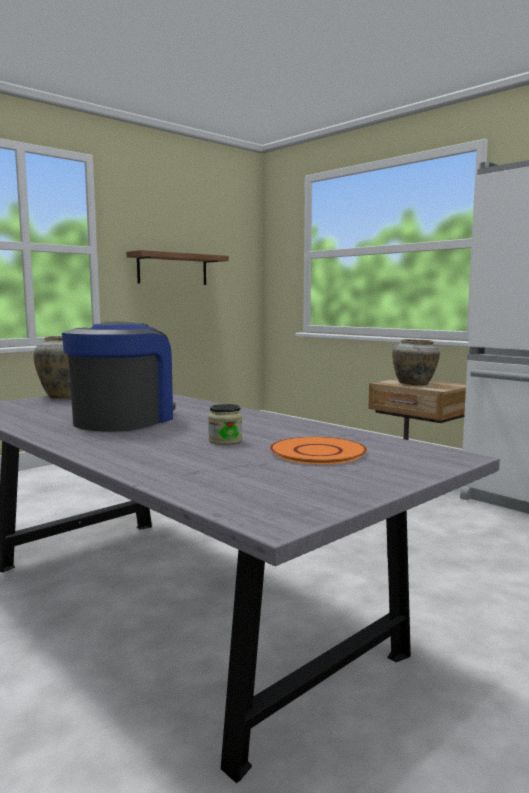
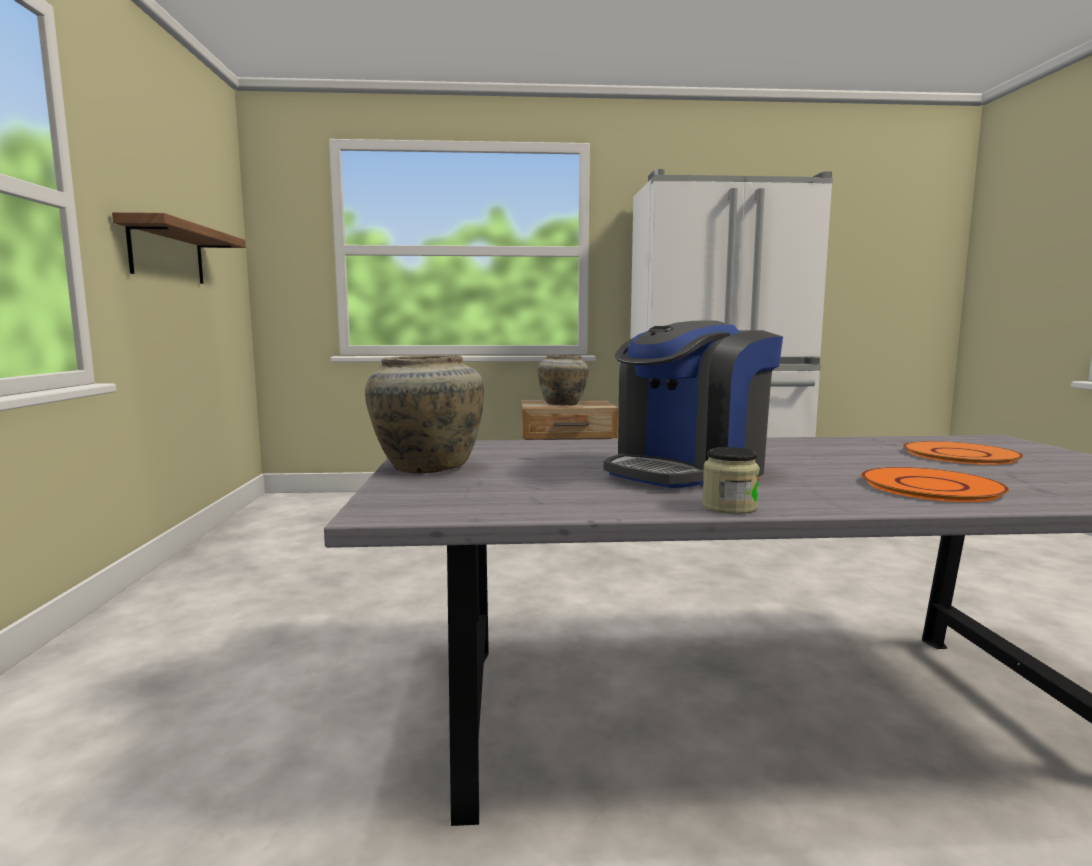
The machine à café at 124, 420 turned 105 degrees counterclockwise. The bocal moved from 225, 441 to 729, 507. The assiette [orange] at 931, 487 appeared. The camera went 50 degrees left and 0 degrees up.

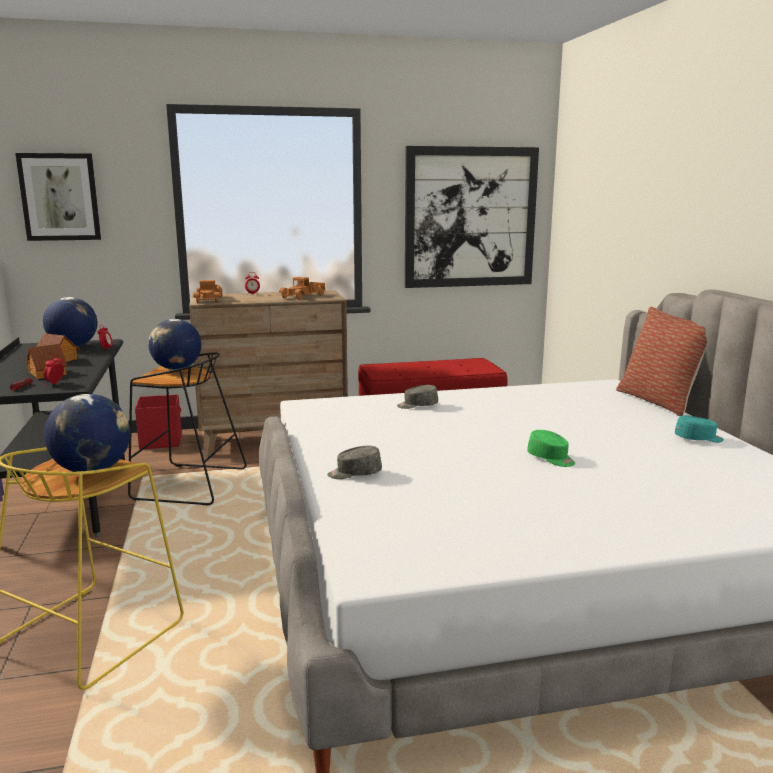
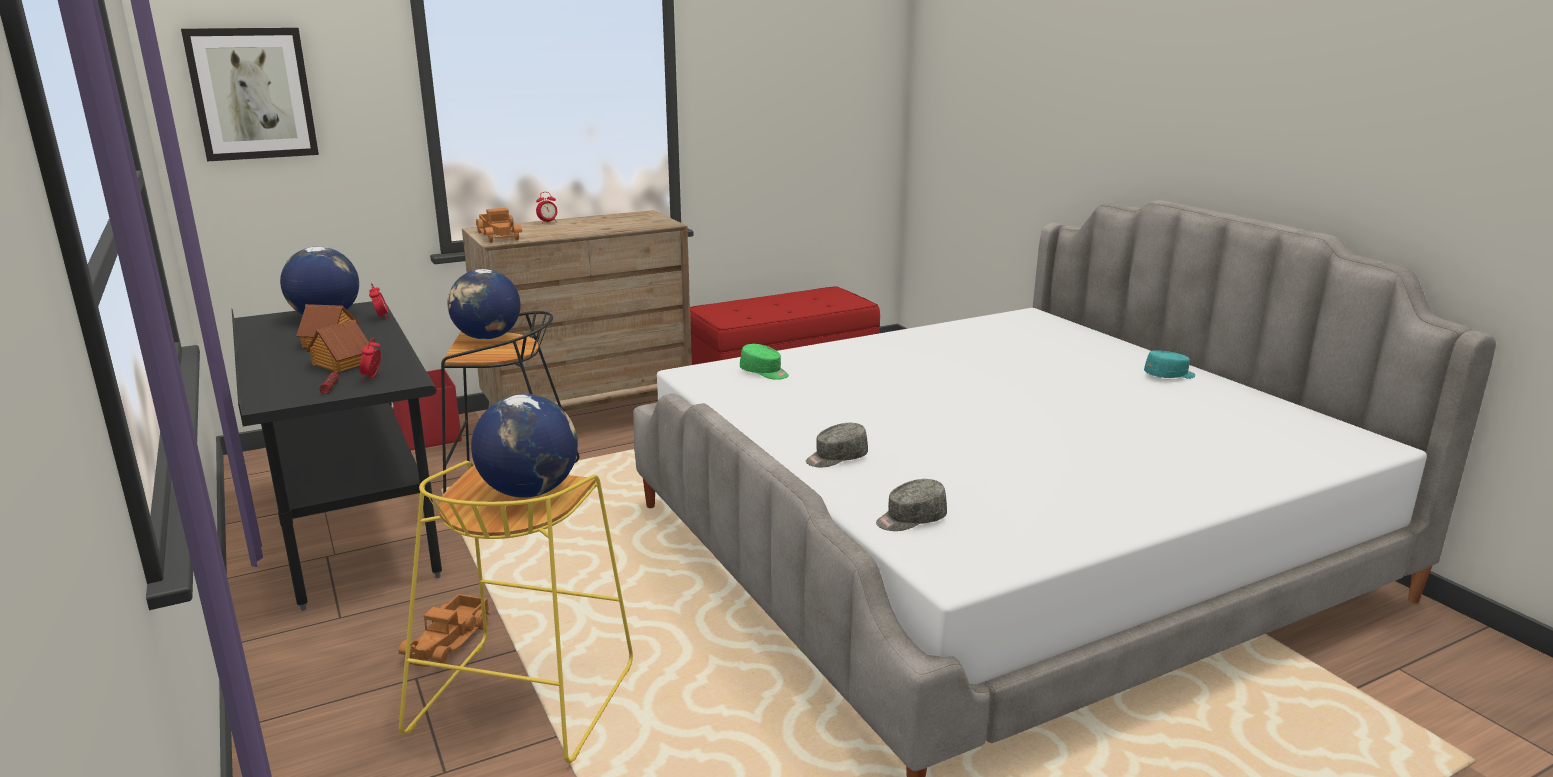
The tableau at 470, 217 disappeared. The camion jouet moved from 304, 296 to 450, 641. The coussin at 660, 401 disappeared. The casquette [gris] moved from 417, 405 to 910, 519. The casquette [vert] moved from 551, 458 to 764, 372. The camera went 15 degrees left and 5 degrees up.

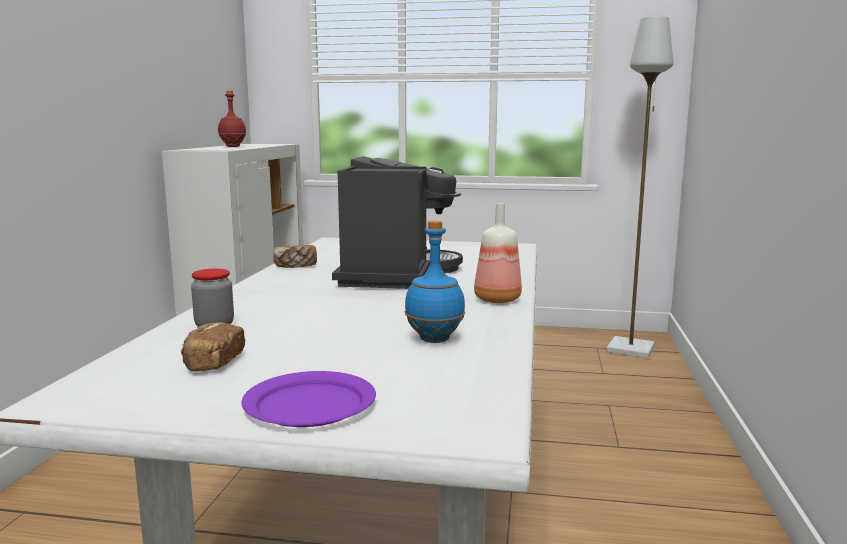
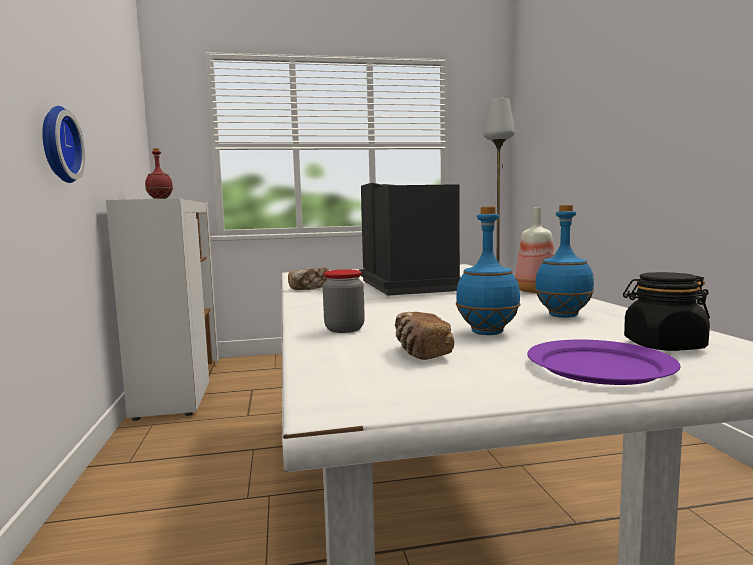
The horloge murale at 56, 145 appeared. The bouteille [bleu] at 488, 332 appeared. The bocal [noir] at 663, 345 appeared. The camera went 20 degrees left and 5 degrees down.

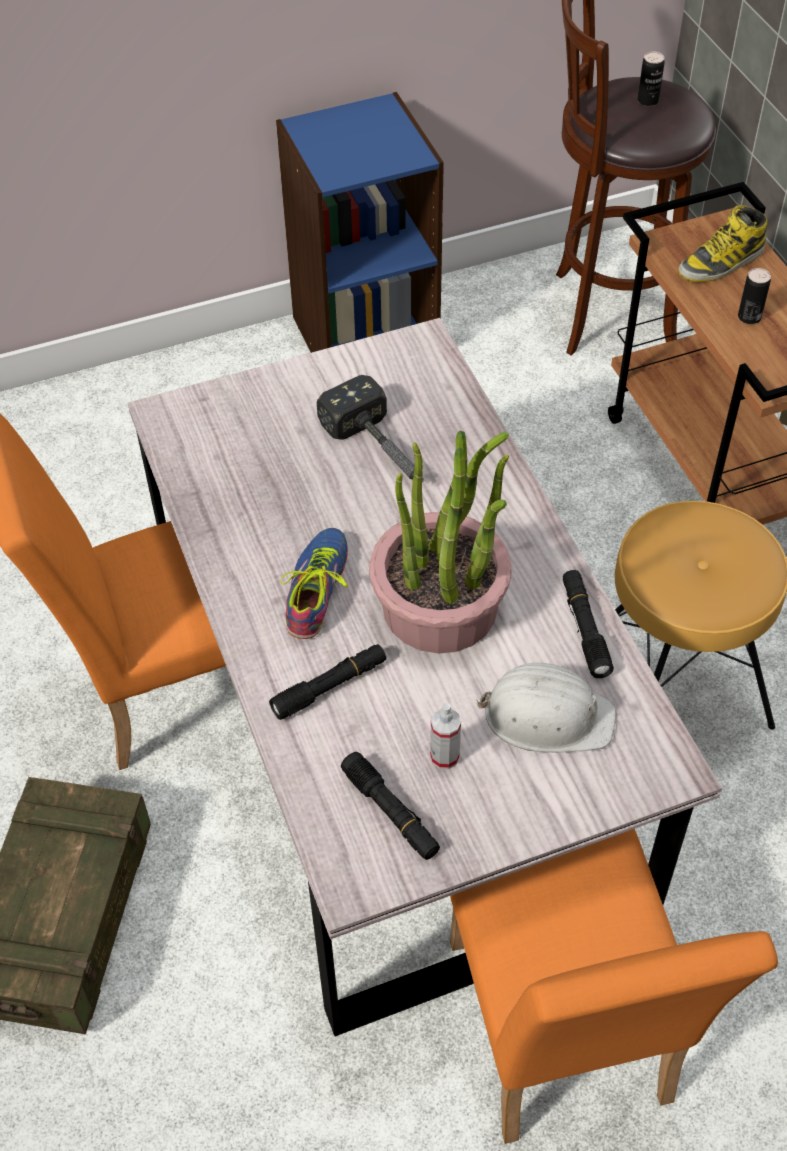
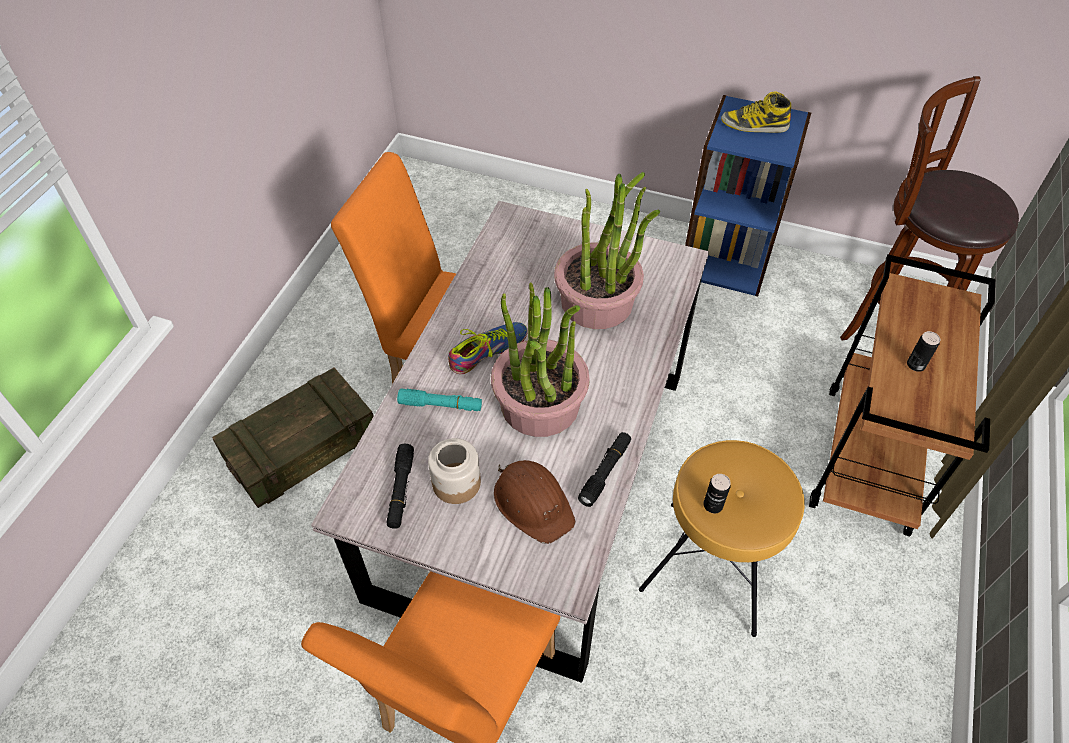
The boîte métallique moved from 647, 101 to 713, 505. The botte moved from 721, 263 to 754, 125. The marteau at 380, 451 was replaced by the plante en pot at 597, 302. The lampe de poche [noir] at 330, 687 became the lampe de poche [turquoise] at 440, 405. The casque de chantier [blanc] at 547, 715 became the casque de chantier [marron] at 533, 502. The vaporisateur at 444, 757 was replaced by the bocal at 457, 483. The camera went 40 degrees right and 0 degrees up.

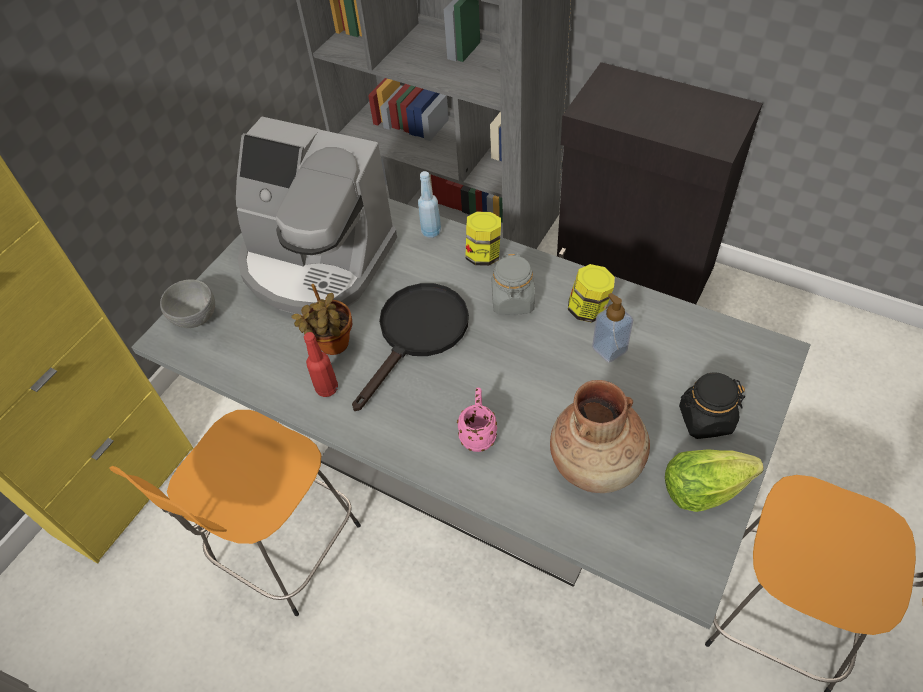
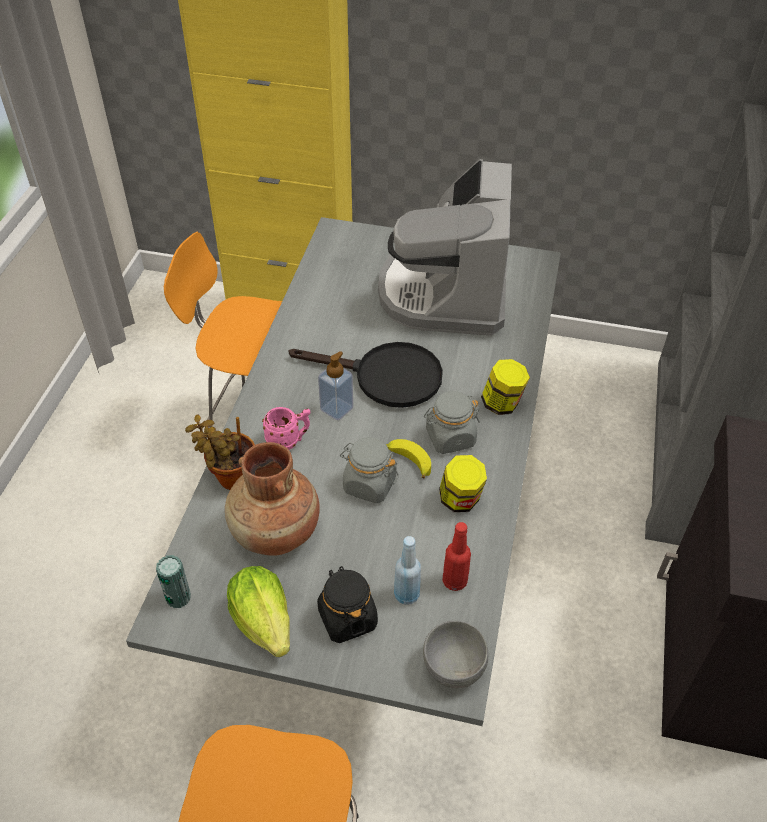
The bouteille [bleu] moved from 431, 232 to 407, 595. The bol [gris] moved from 195, 317 to 454, 667. The plante en pot moved from 332, 346 to 230, 478. The distributeur de savon moved from 609, 349 to 336, 409. The bouteille [rouge] moved from 327, 389 to 454, 581. The bocal [gris] at 369, 484 appeared. The banane at 408, 461 appeared. The boîte métallique at 178, 597 appeared. The camera went 70 degrees right and 5 degrees down.

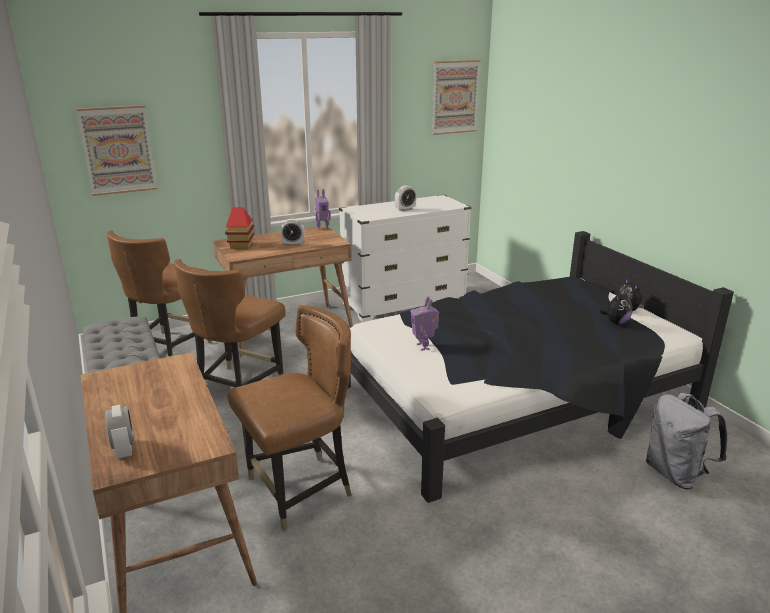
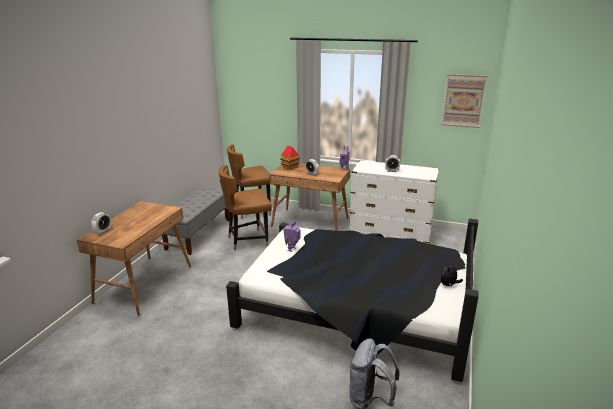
The tableau at 118, 150 disappeared. The peluche at 616, 322 disappeared. The chaise [marron] at 300, 490 disappeared. The camera went 45 degrees right and 0 degrees up.

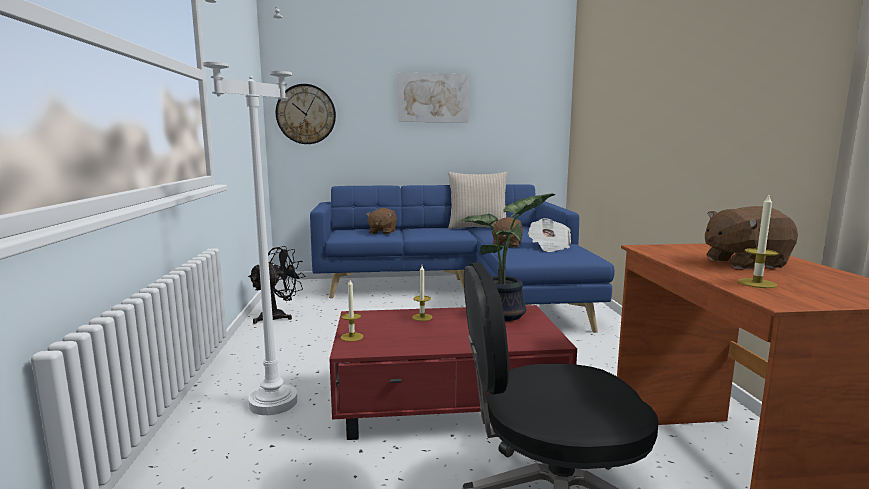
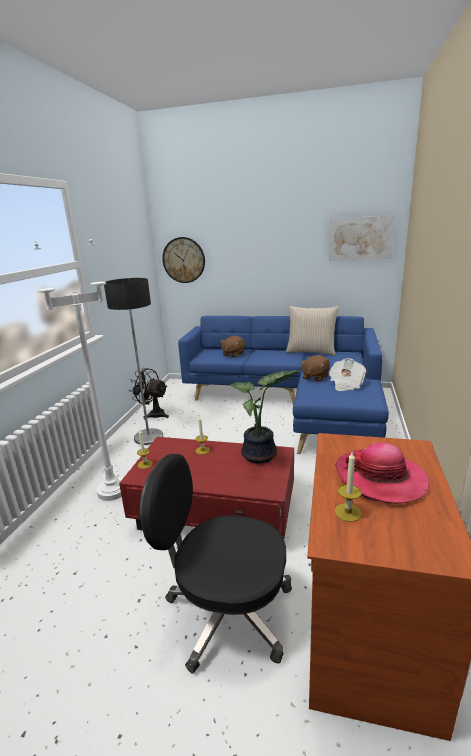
The tableau moved from 433, 98 to 360, 238. The peluche [marron] at 743, 263 was replaced by the chapeau at 380, 478. The ventilateur [noir] at 278, 316 turned 120 degrees counterclockwise. The lampadaire at 149, 437 appeared. The camera went 20 degrees right and 10 degrees up.

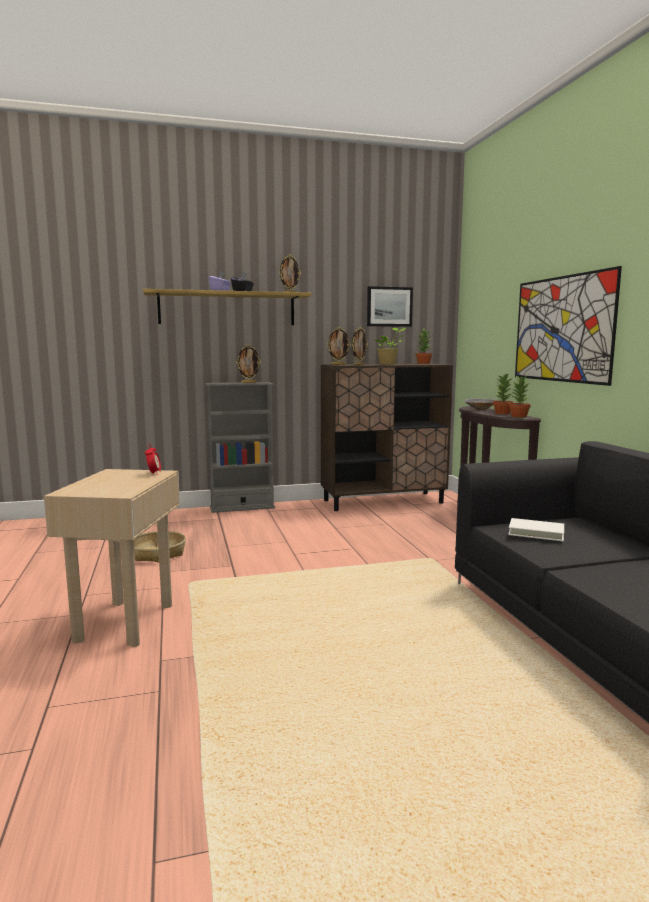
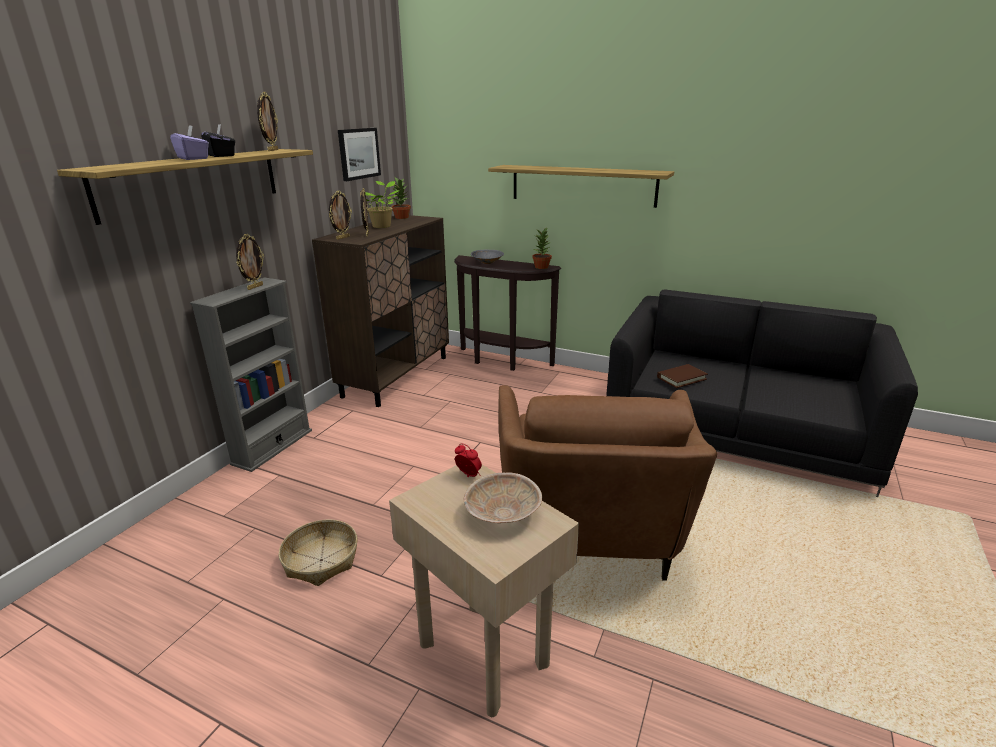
The tableau at 561, 329 was replaced by the étagère at 582, 185. The plante en pot at 502, 413 disappeared. The livre [blanc] at 536, 533 became the livre [marron] at 681, 378. The fauteuil [marron] at 590, 529 appeared. The bol [beige] at 502, 514 appeared. The camera went 50 degrees left and 15 degrees up.

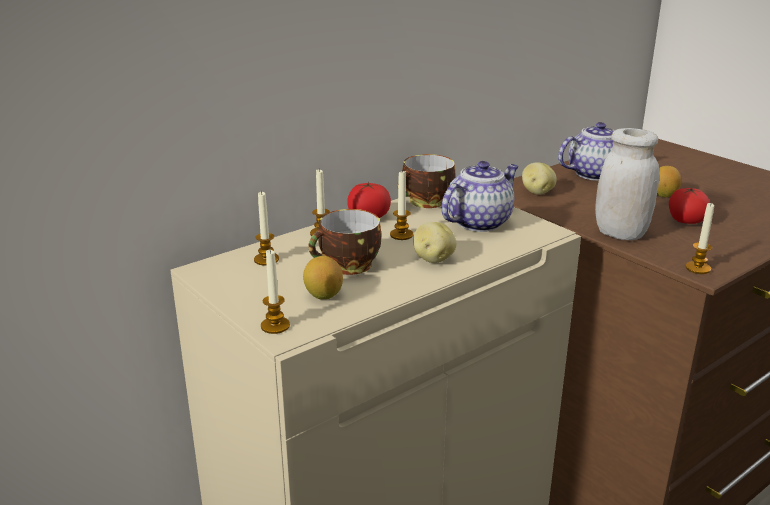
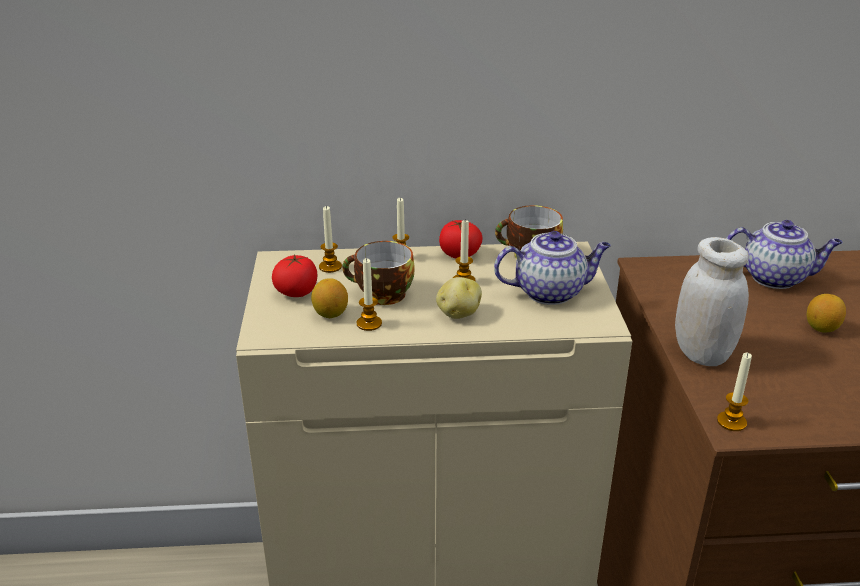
The pomme de terre at 536, 192 disappeared. The tomate moved from 686, 221 to 296, 292. The bougie moved from 275, 326 to 369, 323. The camera went 35 degrees right and 5 degrees up.

